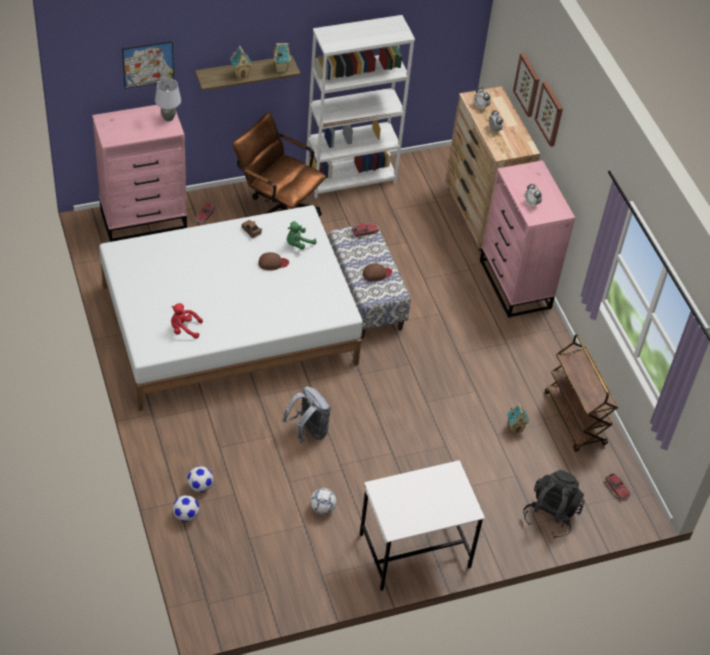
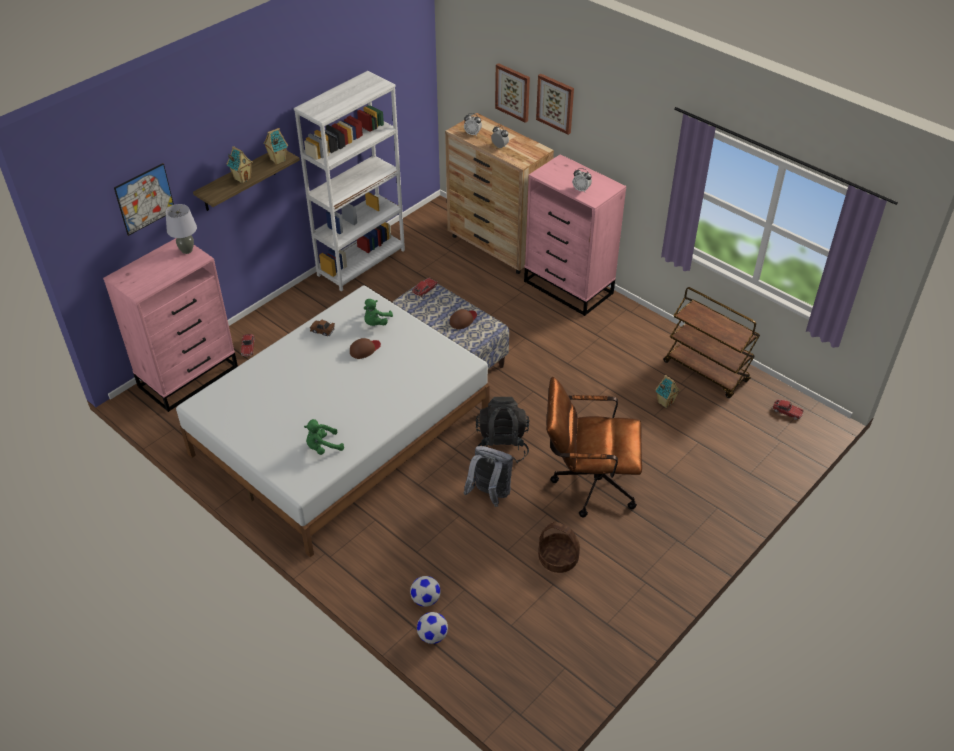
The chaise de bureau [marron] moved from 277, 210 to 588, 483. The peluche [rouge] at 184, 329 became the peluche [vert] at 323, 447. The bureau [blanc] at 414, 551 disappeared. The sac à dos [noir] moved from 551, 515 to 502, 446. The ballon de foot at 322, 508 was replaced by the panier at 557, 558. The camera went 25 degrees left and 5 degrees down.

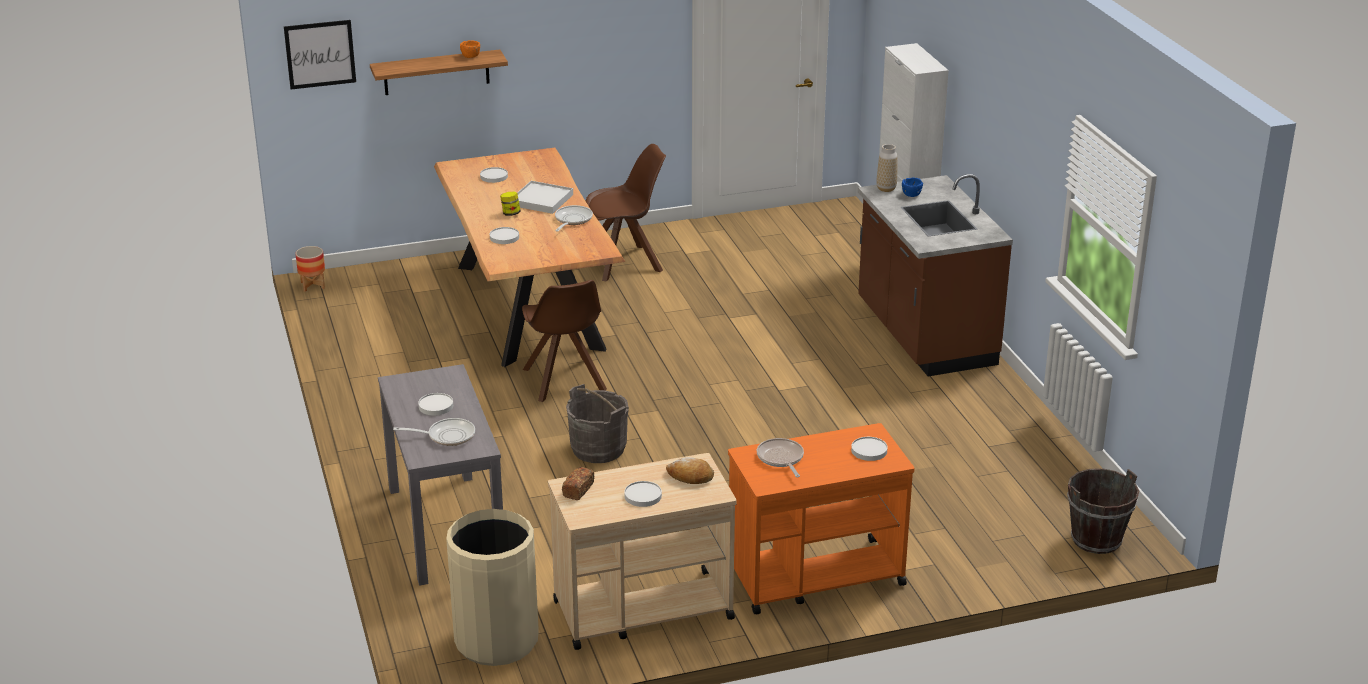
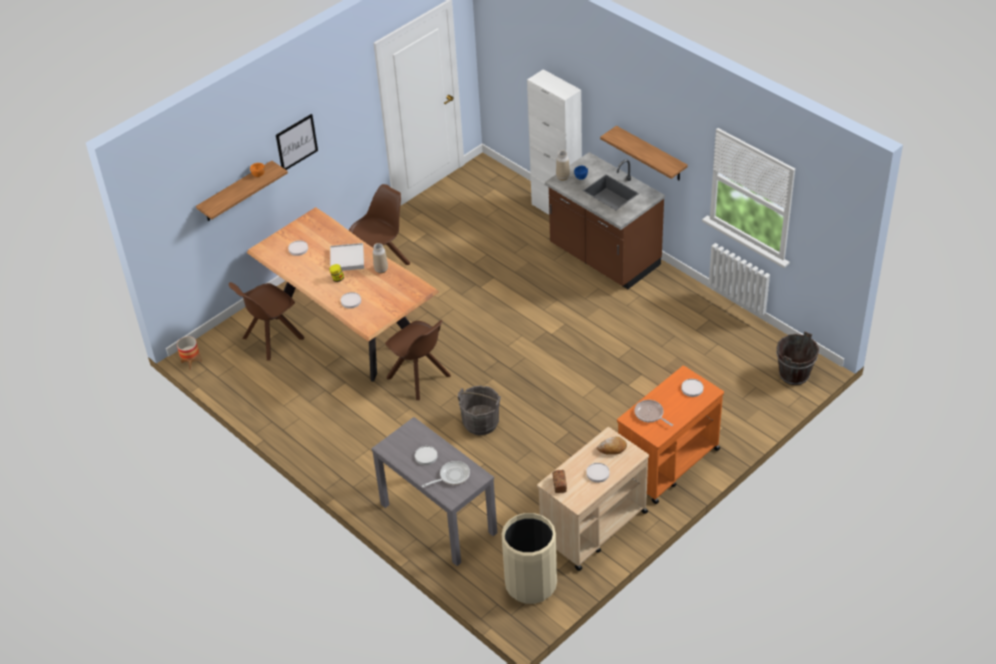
The tableau moved from 320, 54 to 296, 142. The poêle at 572, 220 was replaced by the vase at 381, 270. The étagère at 651, 154 appeared. The chaise [marron] at 271, 339 appeared. The camera went 25 degrees left and 15 degrees up.

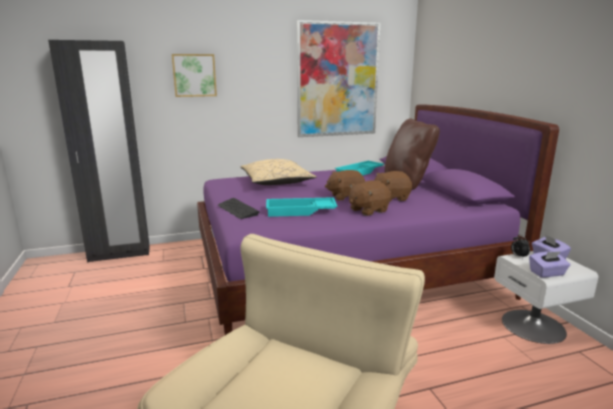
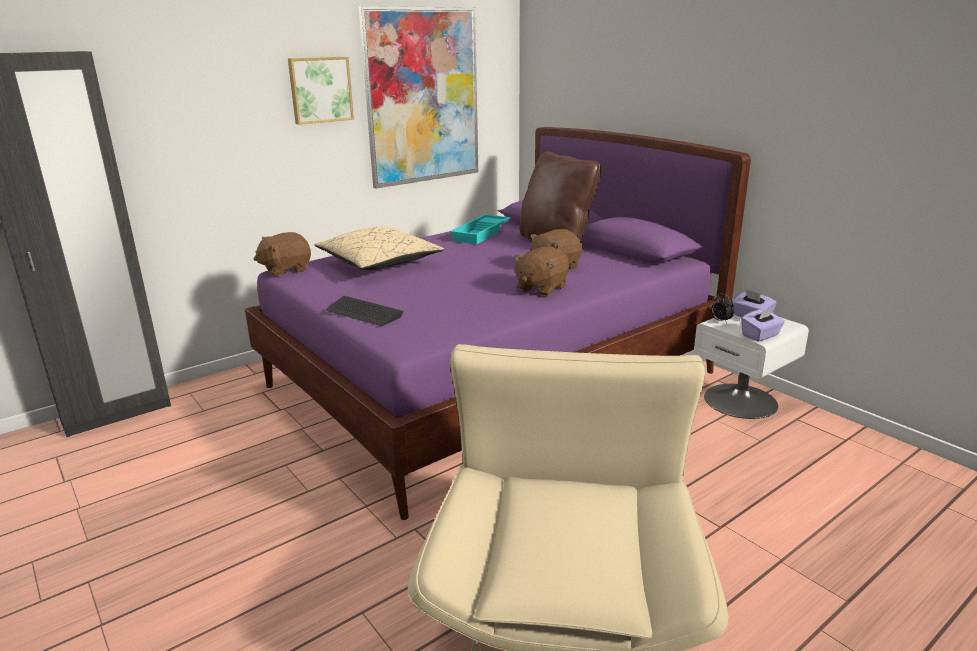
The tableau moved from 194, 75 to 320, 90. The peluche [marron] moved from 345, 197 to 286, 270. The plateau [turquoise] at 300, 211 disappeared. The camera went 20 degrees left and 5 degrees up.

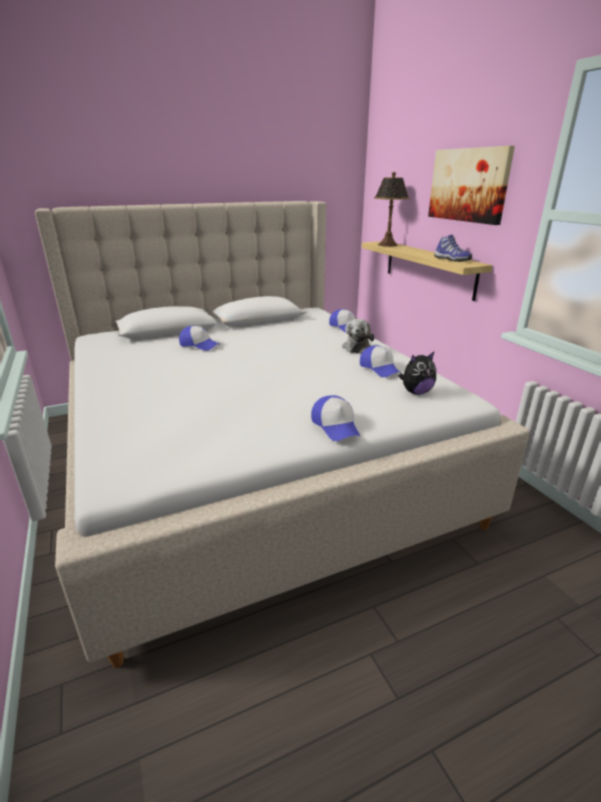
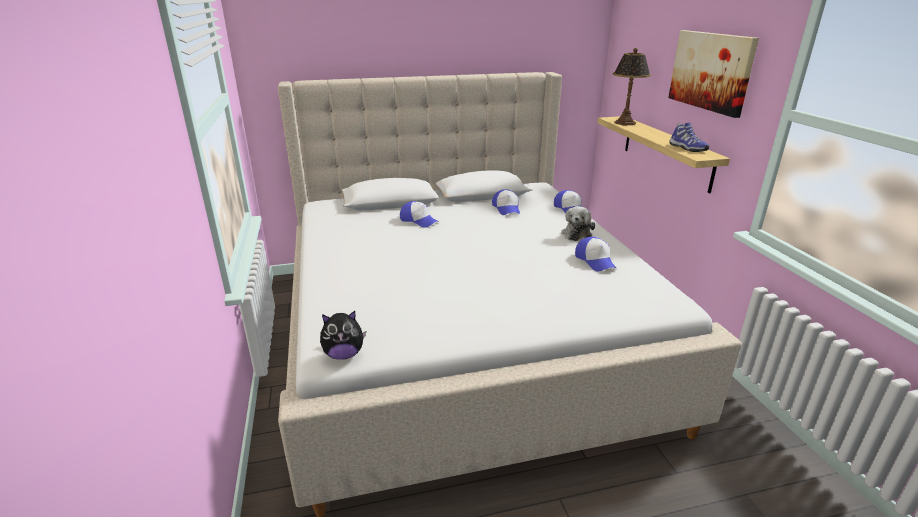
The peluche moved from 416, 392 to 344, 354. The casquette moved from 336, 426 to 506, 208. The camera went 10 degrees right and 0 degrees up.

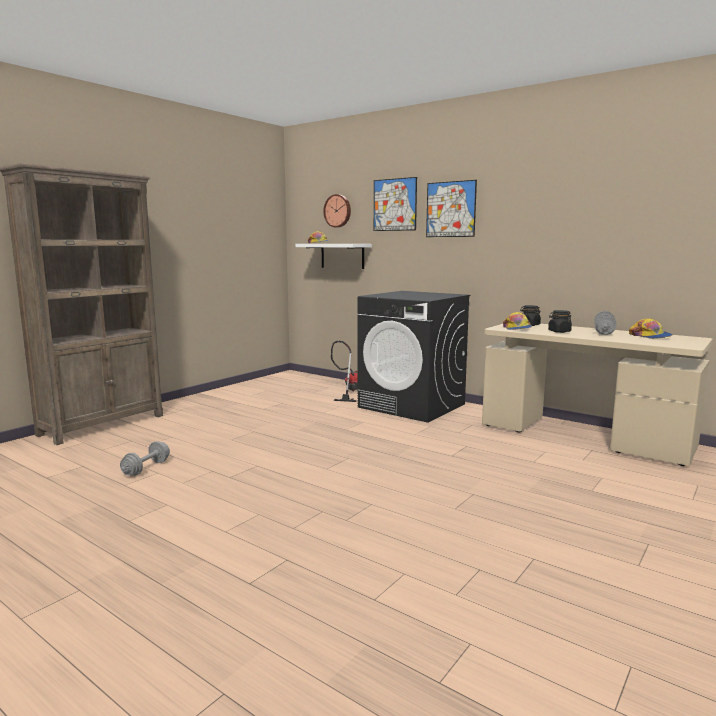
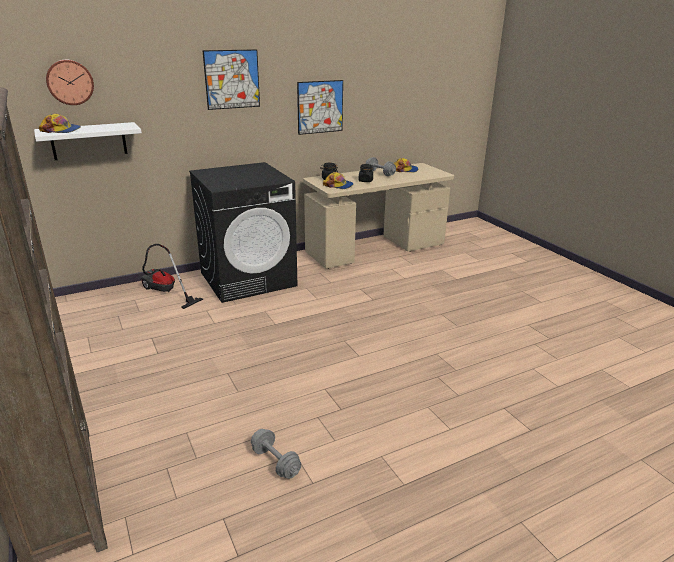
The tableau moved from 394, 204 to 320, 107. The camera went 65 degrees left and 15 degrees up.

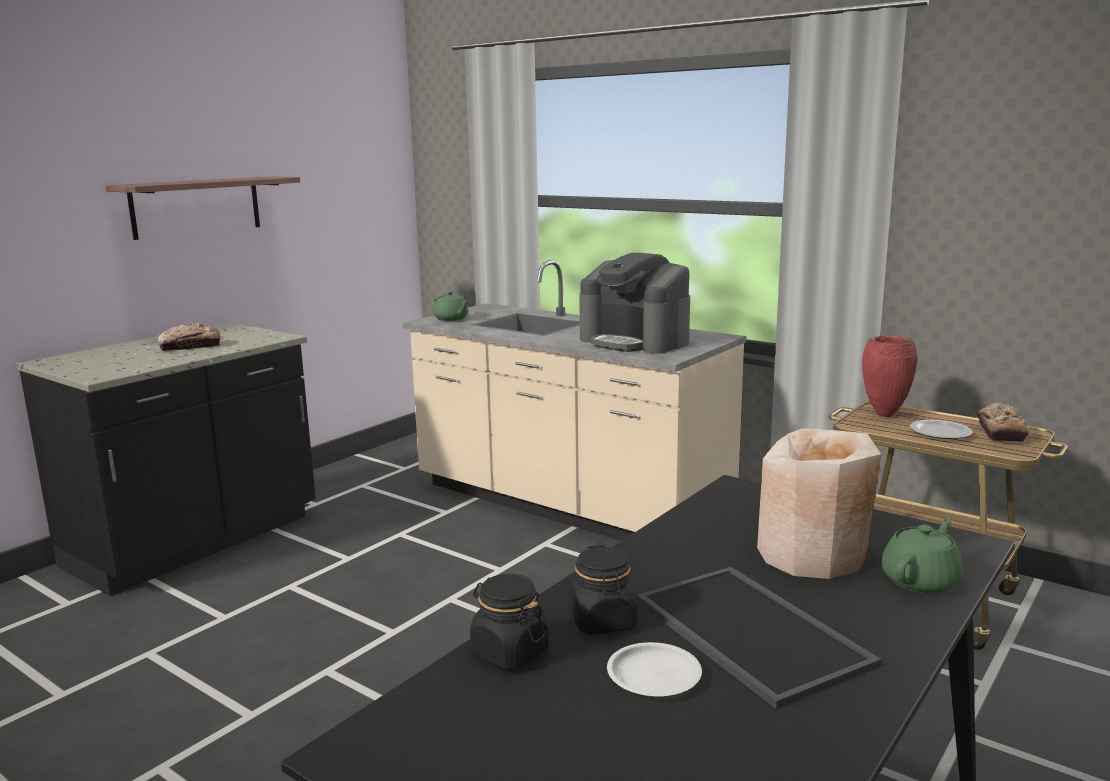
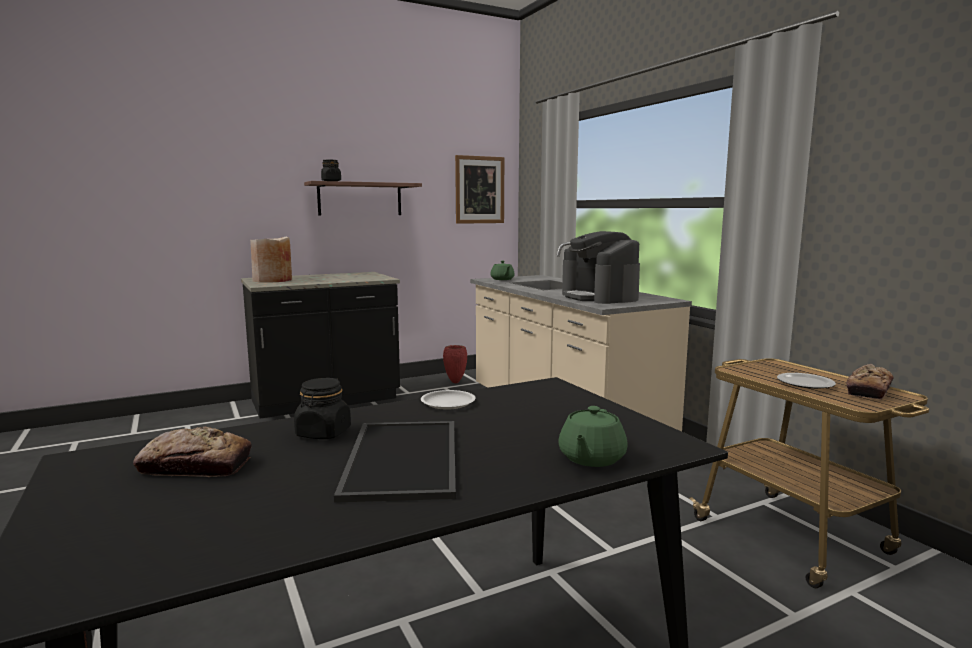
The pain moved from 190, 346 to 195, 466. The vase [rouge] moved from 883, 415 to 455, 382. The vase [beige] moved from 813, 554 to 273, 280. The théière [vert] at 921, 581 turned 135 degrees clockwise. The bocal [noir] moved from 509, 652 to 331, 181. The assiette [blanc] moved from 653, 676 to 447, 403. The tableau at 479, 190 appeared. The camera went 25 degrees right and 5 degrees down.

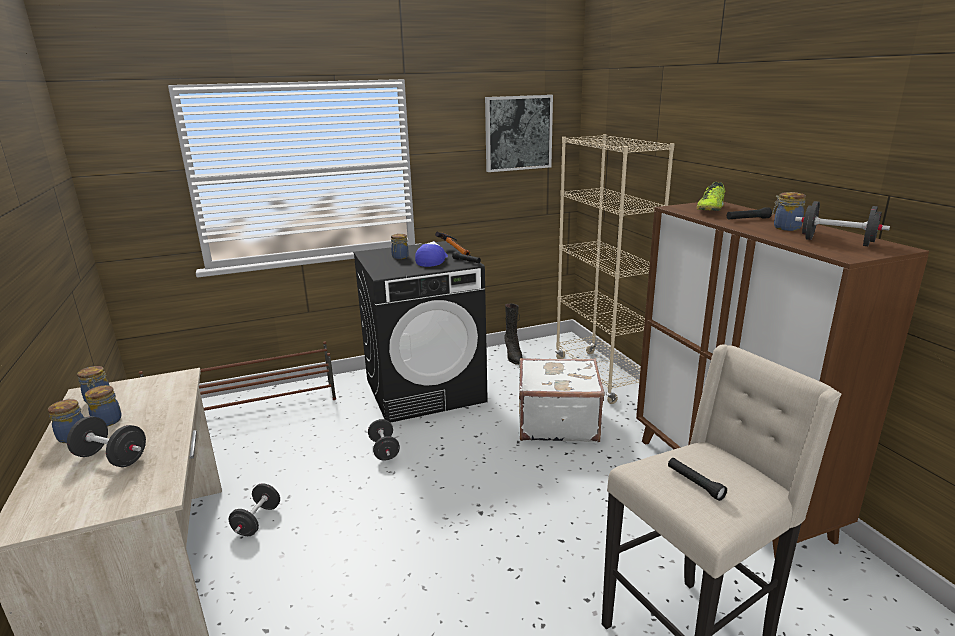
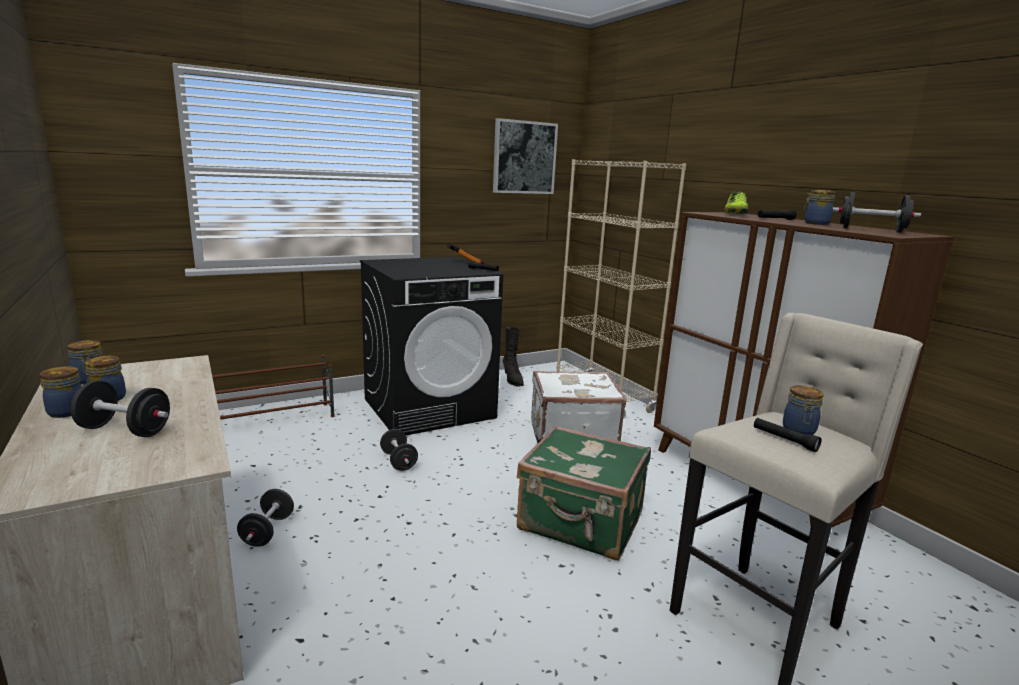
The bocal moved from 400, 257 to 799, 430. The casquette at 432, 260 disappeared. The valise [vert] at 581, 523 appeared. The camera went 10 degrees left and 5 degrees down.

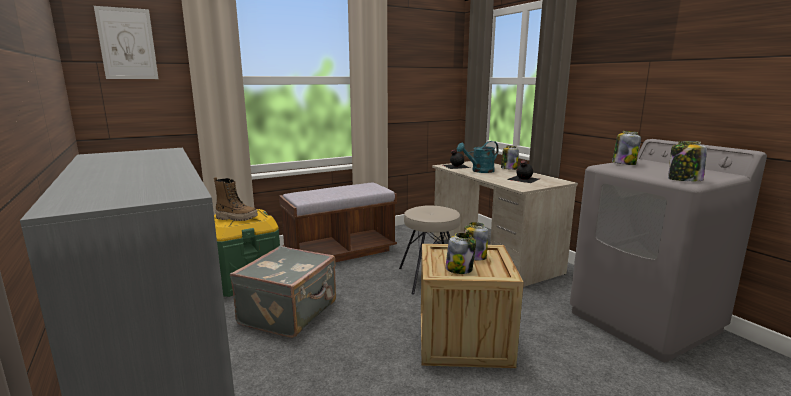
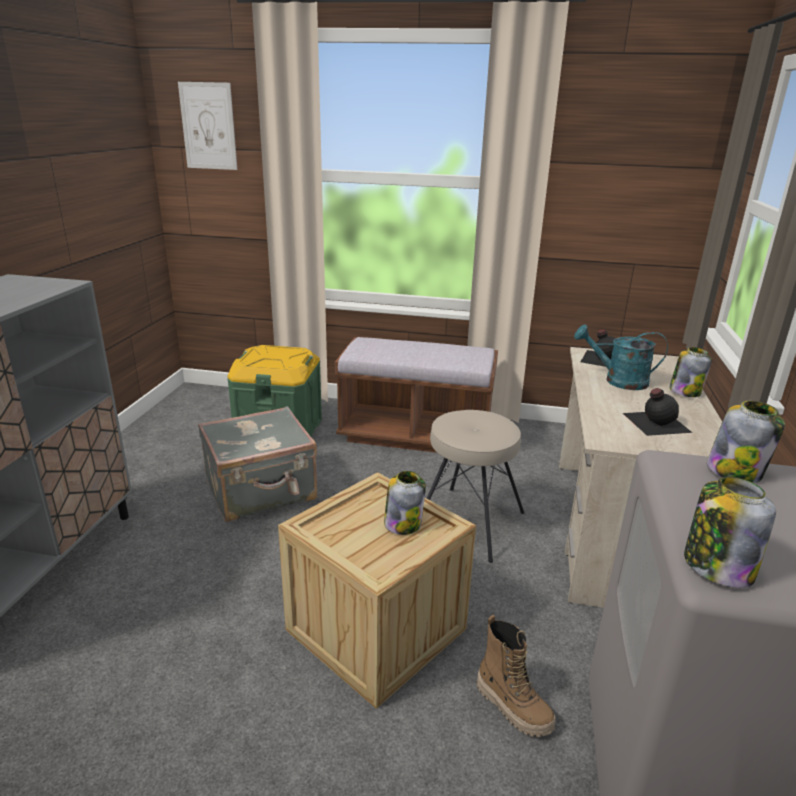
The botte moved from 237, 218 to 513, 706. The bocal at 459, 269 disappeared. The camera went 40 degrees right and 10 degrees up.

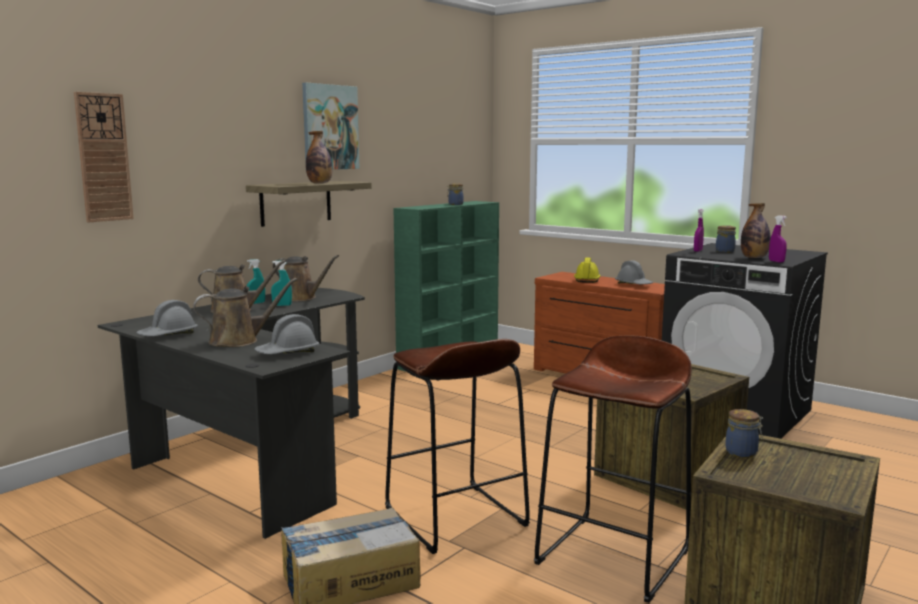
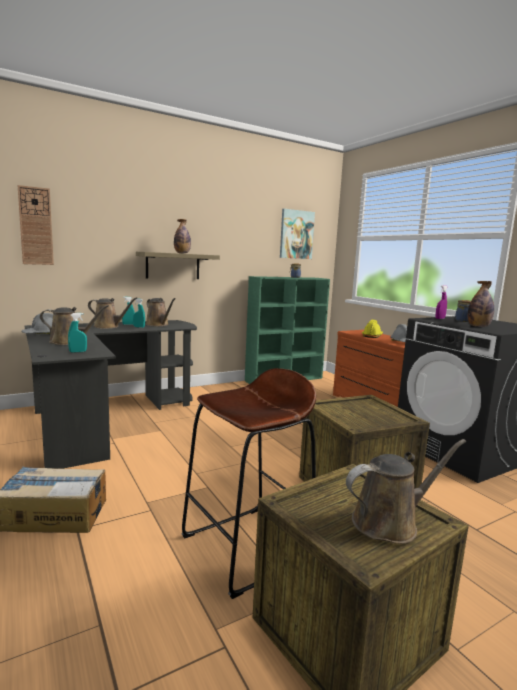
The tableau moved from 330, 127 to 296, 234. The vaporisateur [violet] at 776, 261 disappeared. The casque de chantier [gris] at 288, 353 was replaced by the vaporisateur [turquoise] at 78, 352. The tabouret [marron] at 455, 517 disappeared. The bocal at 742, 452 disappeared. The arrosoir [marron] at 390, 522 appeared. The camera went 20 degrees right and 0 degrees up.

